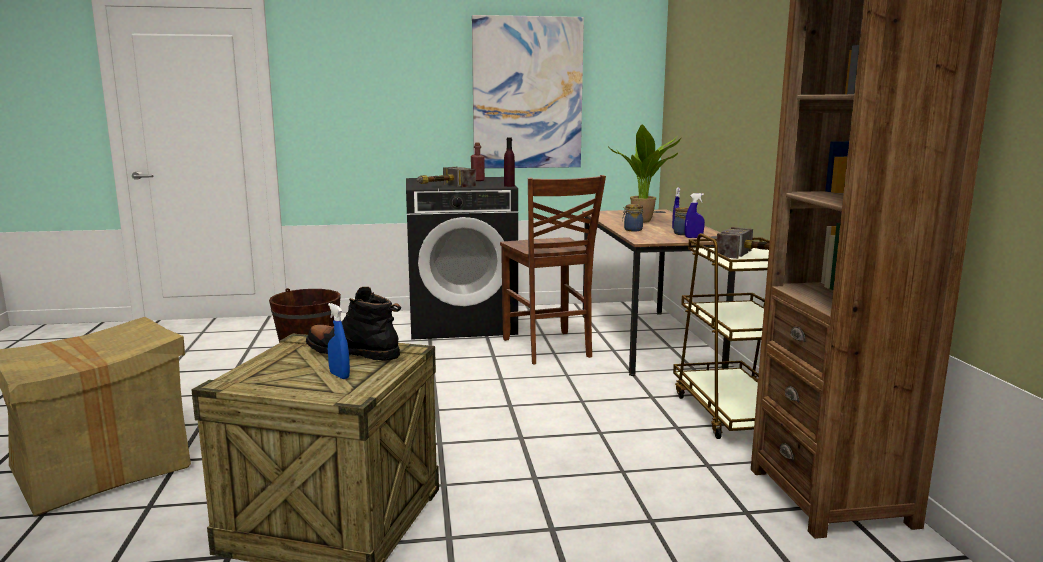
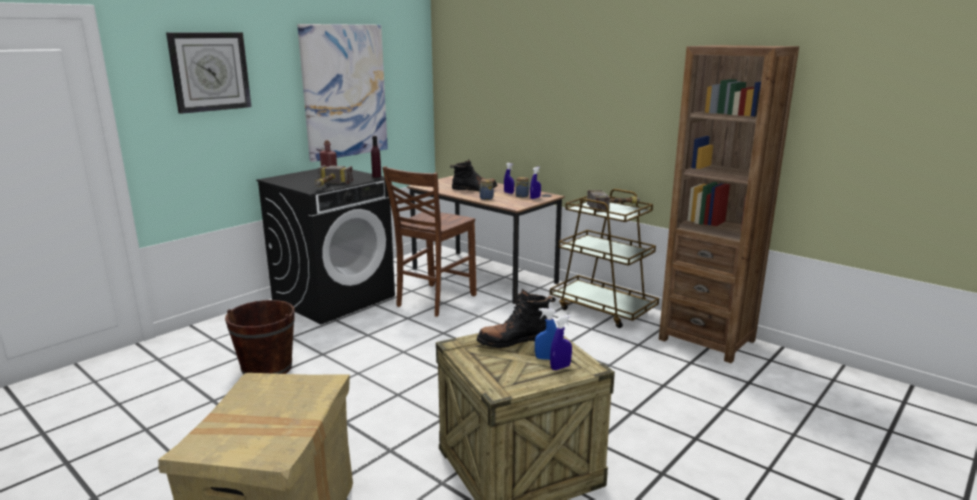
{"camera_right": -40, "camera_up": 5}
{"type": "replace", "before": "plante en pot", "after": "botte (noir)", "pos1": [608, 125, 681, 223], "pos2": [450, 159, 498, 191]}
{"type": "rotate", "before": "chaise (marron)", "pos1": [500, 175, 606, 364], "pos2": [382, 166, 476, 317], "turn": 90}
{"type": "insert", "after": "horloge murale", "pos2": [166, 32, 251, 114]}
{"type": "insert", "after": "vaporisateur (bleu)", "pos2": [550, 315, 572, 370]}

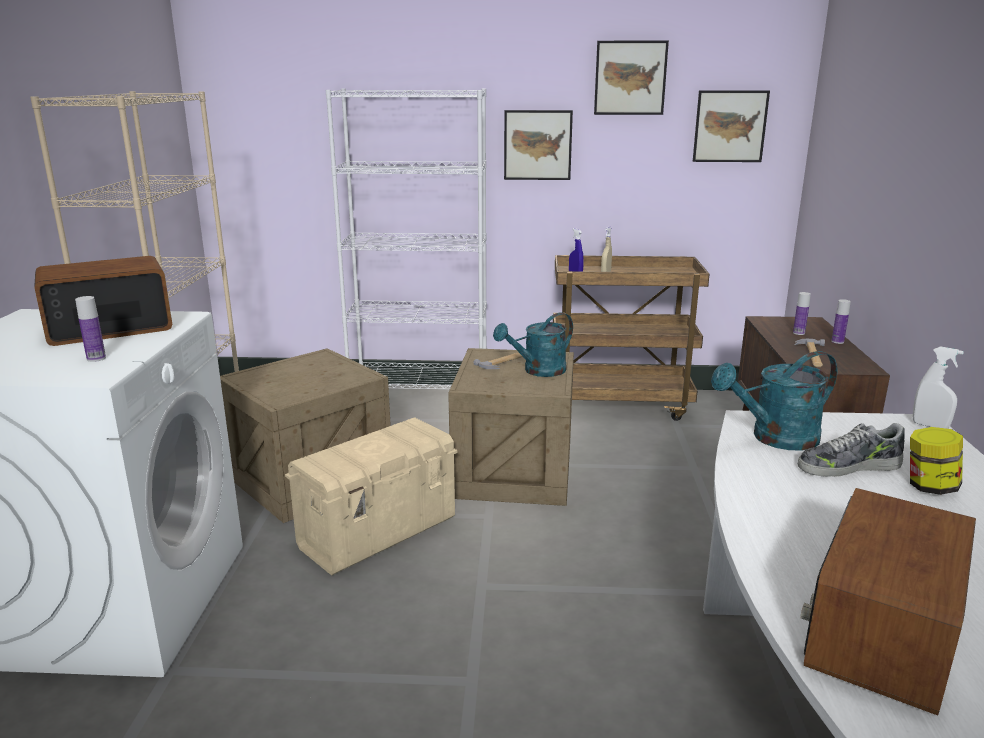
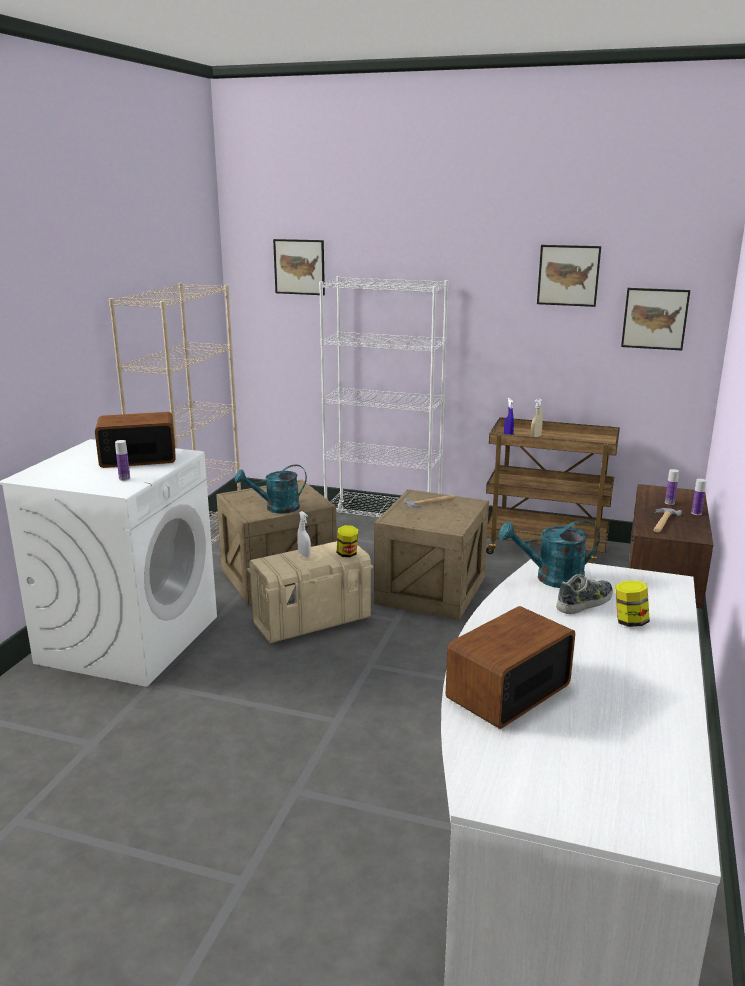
{"camera_right": 15, "camera_up": 0}
{"type": "move", "before": "tableau", "pos1": [504, 110, 573, 180], "pos2": [273, 239, 325, 295]}
{"type": "move", "before": "arrosoir (turquoise)", "pos1": [493, 312, 573, 377], "pos2": [235, 464, 307, 514]}
{"type": "move", "before": "vaporisateur (blanc)", "pos1": [913, 346, 964, 429], "pos2": [297, 511, 311, 558]}
{"type": "rotate", "before": "chaussure", "pos1": [798, 423, 905, 477], "pos2": [556, 574, 613, 614], "turn": 135}
{"type": "insert", "after": "bocal", "pos2": [337, 525, 358, 557]}

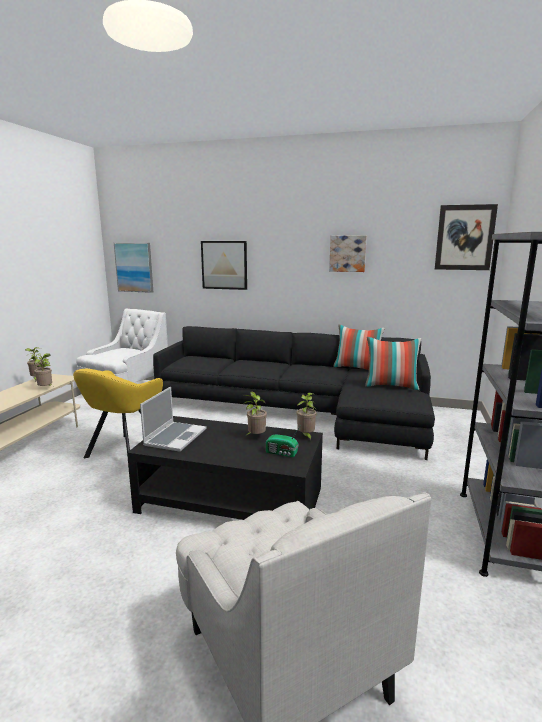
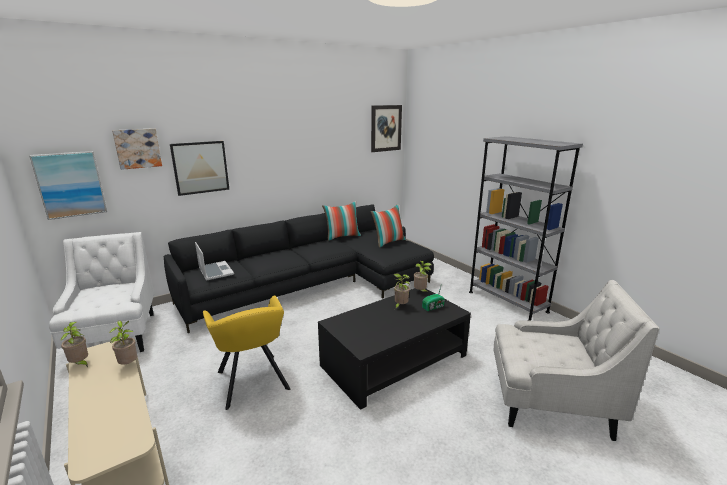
{"camera_right": -50, "camera_up": 5}
{"type": "move", "before": "tableau", "pos1": [329, 236, 367, 272], "pos2": [112, 128, 162, 170]}
{"type": "move", "before": "ordinateur portable", "pos1": [140, 386, 206, 452], "pos2": [195, 242, 234, 280]}

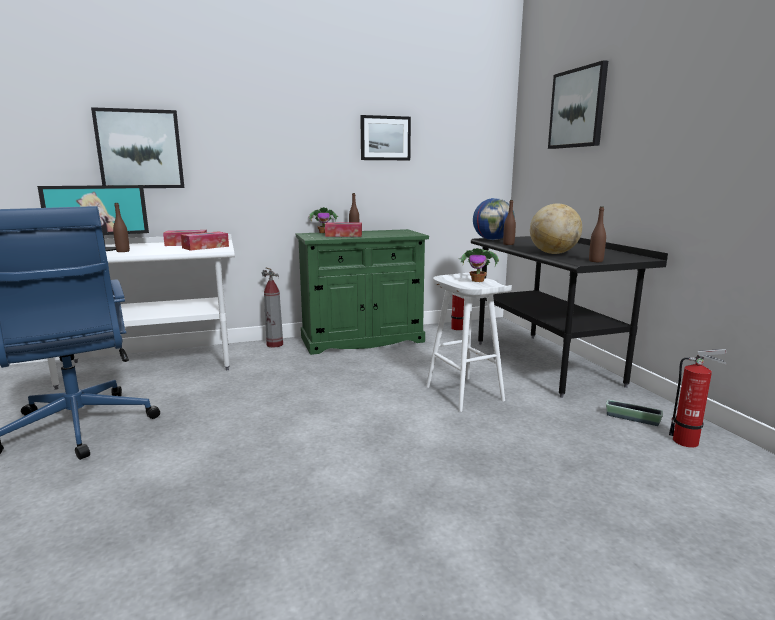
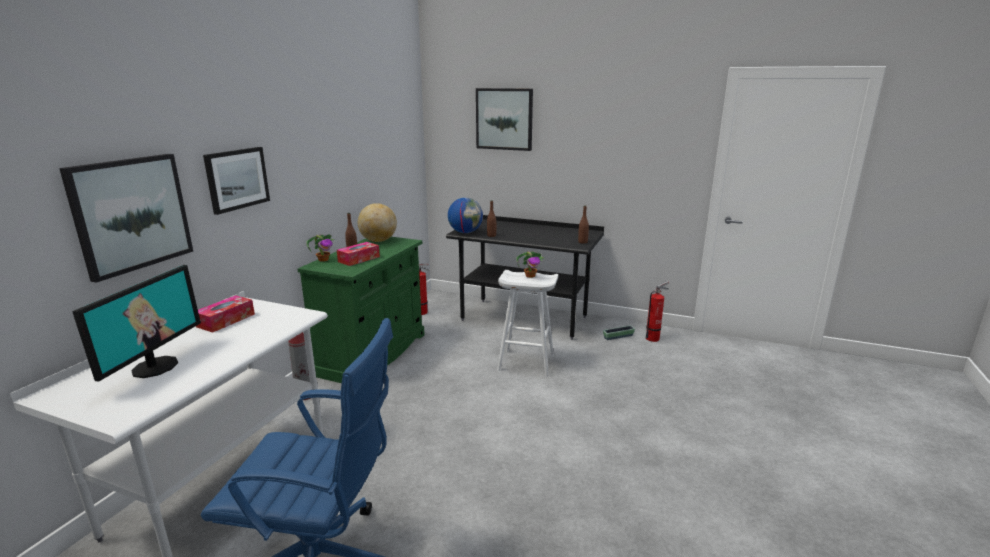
{"camera_right": -50, "camera_up": 5}
{"type": "move", "before": "tableau", "pos1": [360, 115, 411, 160], "pos2": [203, 147, 270, 215]}
{"type": "delete", "before": "bouteille (marron)", "pos1": [113, 203, 130, 252]}
{"type": "move", "before": "globe", "pos1": [530, 203, 582, 254], "pos2": [358, 203, 397, 242]}
{"type": "delete", "before": "boîte à mouchoirs", "pos1": [181, 231, 229, 251]}

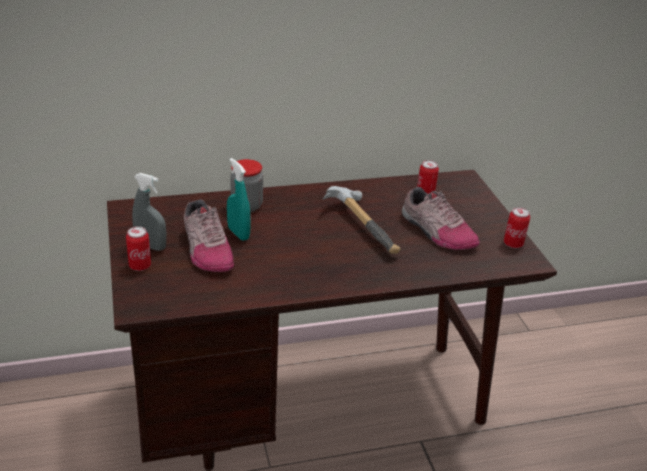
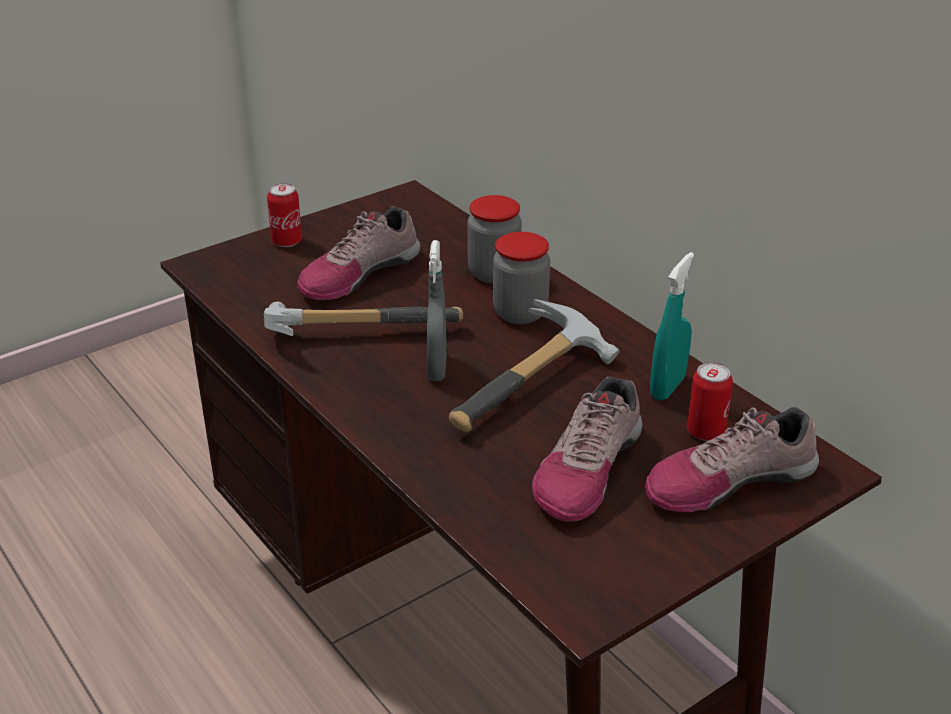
{"camera_right": 70, "camera_up": 0}
{"type": "move", "before": "vaporisateur (turquoise)", "pos1": [227, 158, 251, 241], "pos2": [650, 252, 694, 401]}
{"type": "move", "before": "vaporisateur (gris)", "pos1": [132, 173, 166, 251], "pos2": [427, 240, 447, 381]}
{"type": "delete", "before": "boîte métallique", "pos1": [504, 207, 530, 248]}
{"type": "insert", "after": "bocal", "pos2": [493, 232, 550, 324]}
{"type": "insert", "after": "marteau", "pos2": [264, 302, 463, 336]}
{"type": "insert", "after": "chaussure", "pos2": [645, 407, 819, 513]}

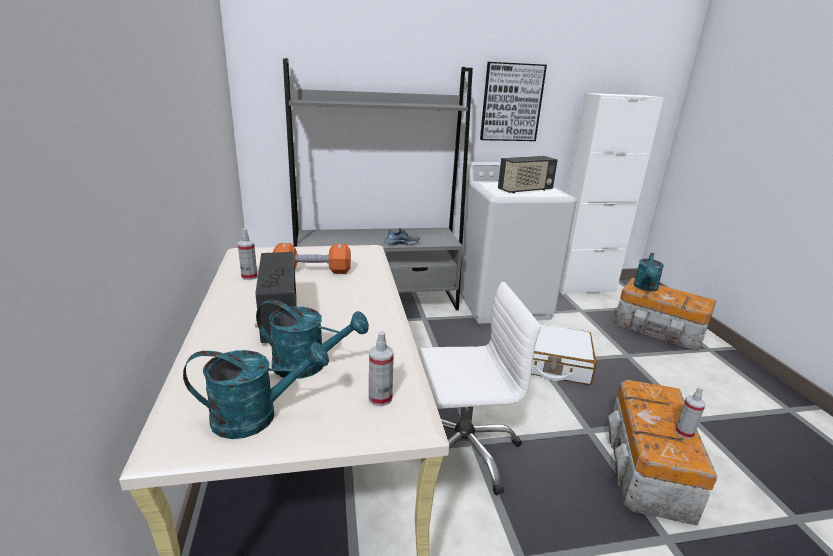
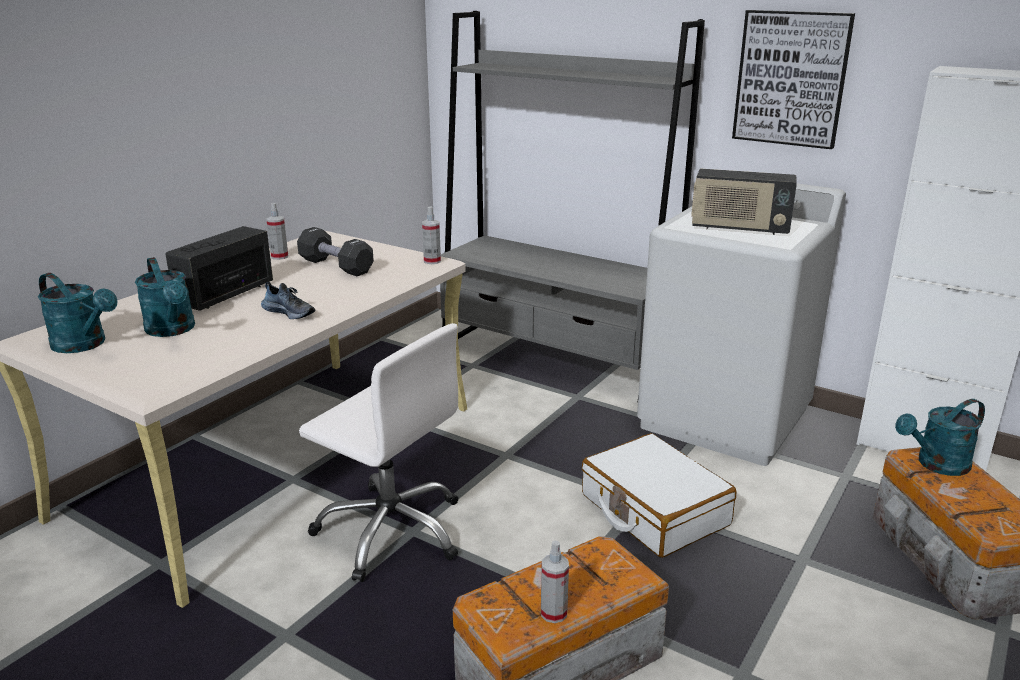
{"camera_right": 45, "camera_up": 0}
{"type": "move", "before": "chaussure", "pos1": [385, 228, 420, 245], "pos2": [261, 282, 315, 319]}
{"type": "recolor", "before": "haltère (orange)", "after": "haltère (noir)", "pos1": [273, 243, 351, 274], "pos2": [297, 227, 374, 276]}
{"type": "move", "before": "vaporisateur", "pos1": [369, 331, 394, 406], "pos2": [422, 206, 441, 264]}

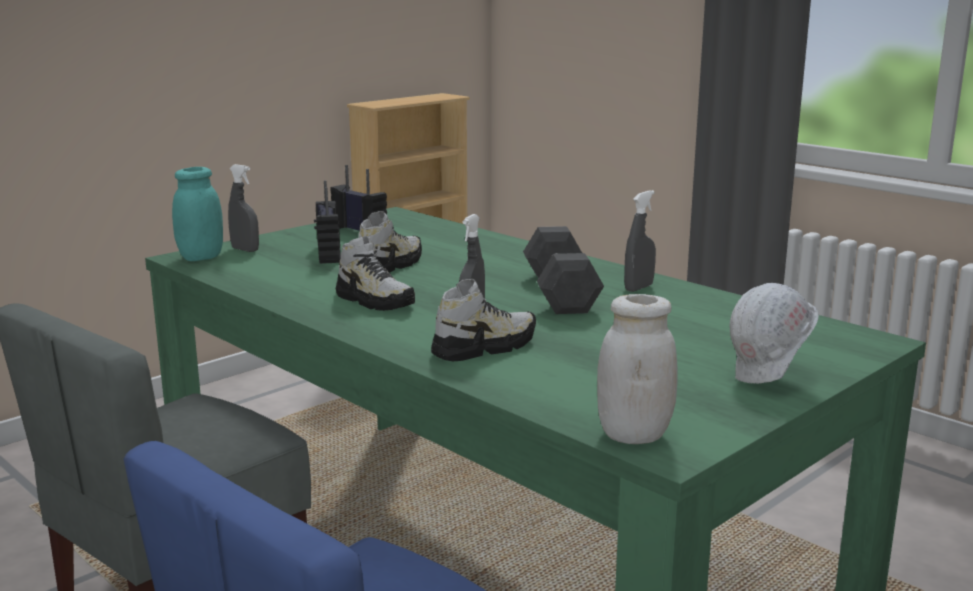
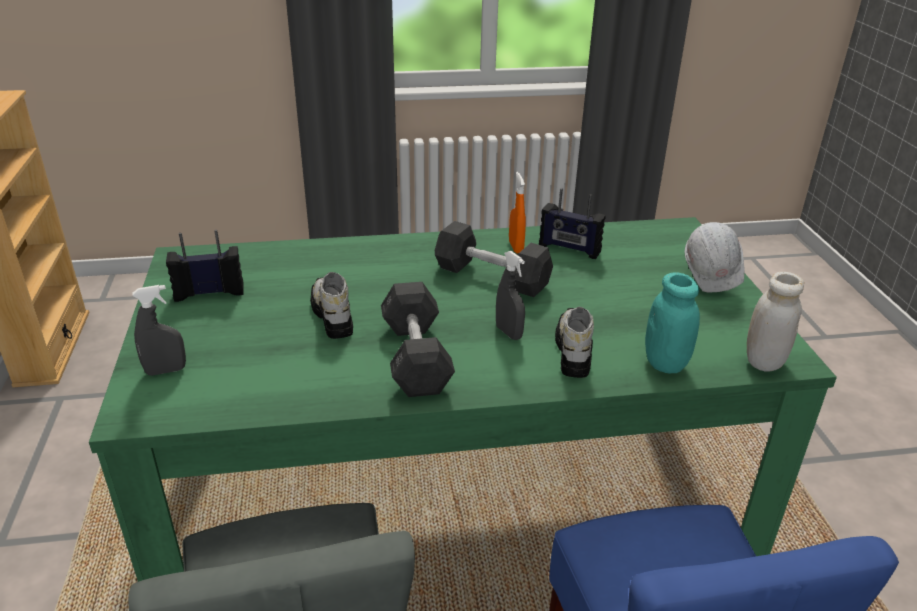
{"camera_right": -55, "camera_up": 15}
{"type": "move", "before": "bocal (turquoise)", "pos1": [172, 167, 223, 261], "pos2": [645, 272, 700, 373]}
{"type": "move", "before": "radio", "pos1": [314, 180, 341, 264], "pos2": [539, 188, 606, 259]}
{"type": "recolor", "before": "vaporisateur (gris)", "after": "vaporisateur (orange)", "pos1": [624, 190, 656, 292], "pos2": [509, 172, 526, 253]}
{"type": "replace", "before": "chaussure", "after": "haltère (gris)", "pos1": [336, 236, 415, 311], "pos2": [381, 282, 455, 397]}

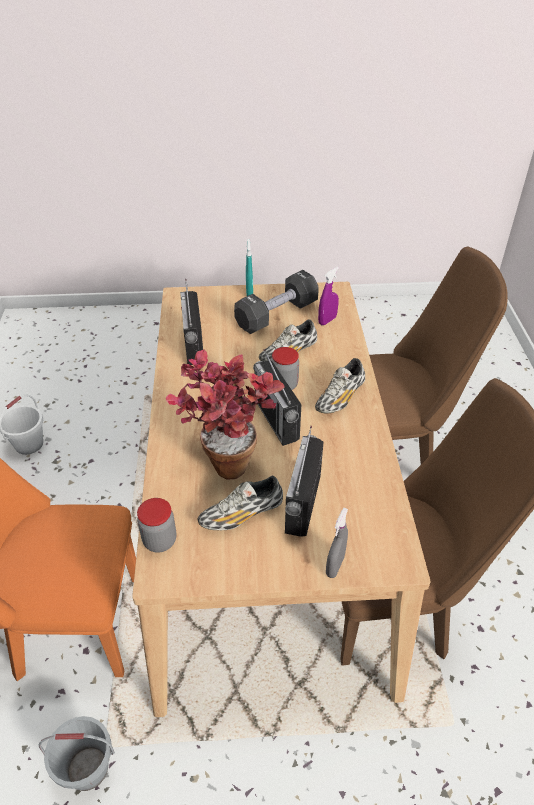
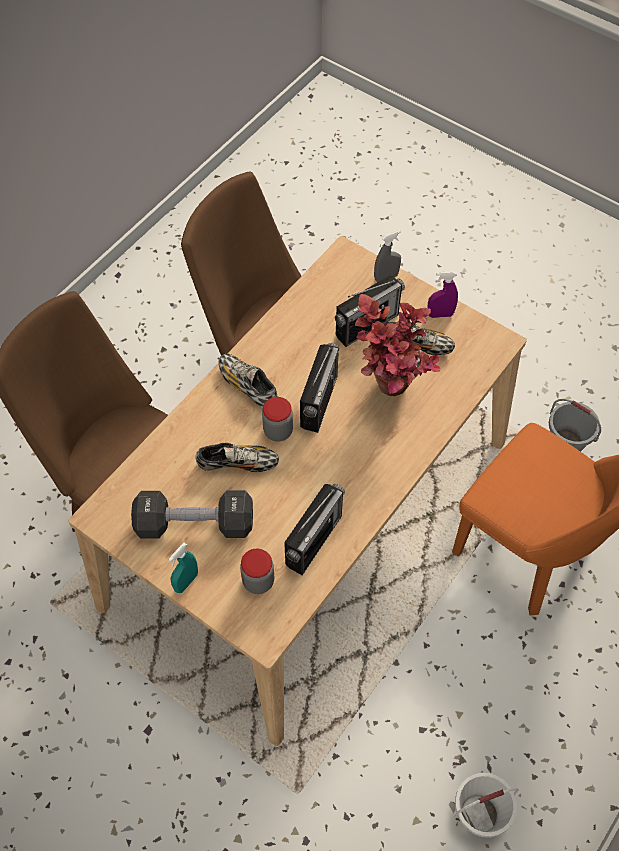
{"camera_right": -140, "camera_up": 15}
{"type": "move", "before": "vaporisateur (violet)", "pos1": [318, 267, 339, 325], "pos2": [427, 271, 458, 318]}
{"type": "rotate", "before": "chaussure", "pos1": [315, 358, 365, 413], "pos2": [219, 354, 278, 409], "turn": -120}
{"type": "move", "before": "bocal", "pos1": [137, 498, 177, 552], "pos2": [240, 549, 275, 594]}

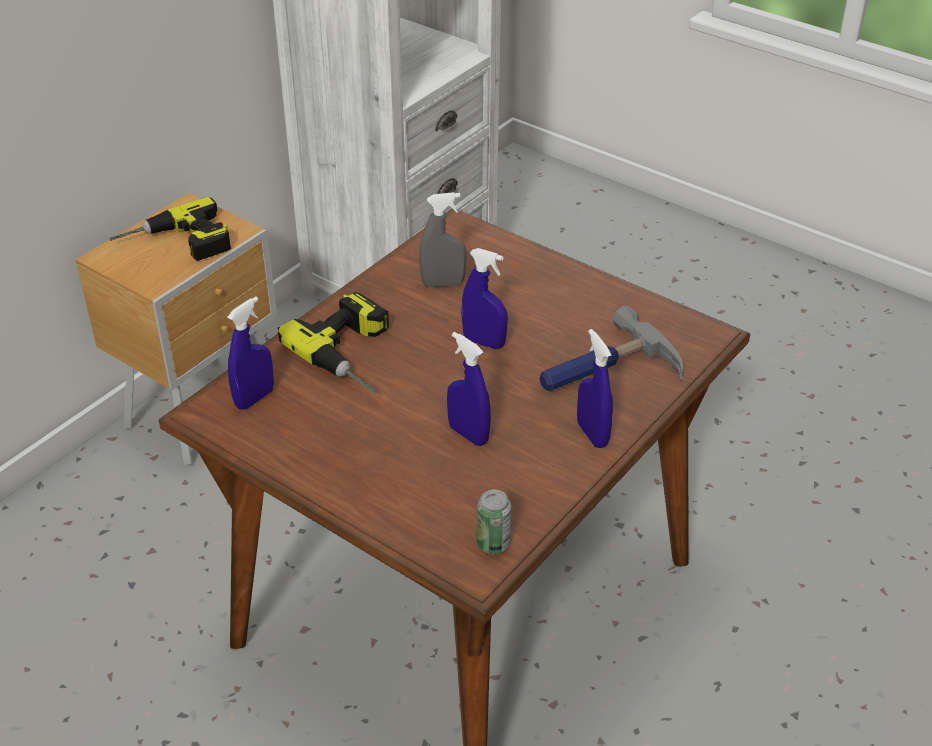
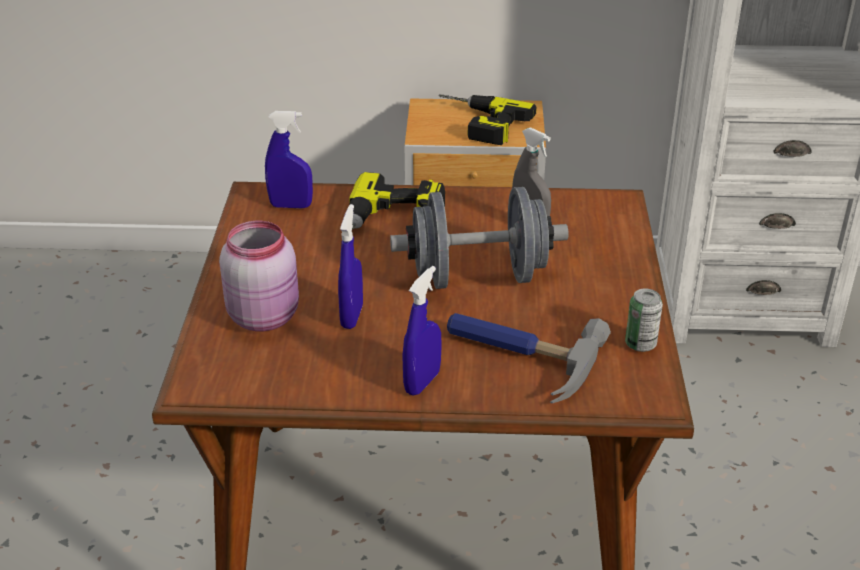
{"camera_right": 55, "camera_up": -5}
{"type": "replace", "before": "vaporisateur (bleu)", "after": "haltère (gris)", "pos1": [461, 248, 508, 349], "pos2": [390, 187, 569, 289]}
{"type": "move", "before": "boîte métallique", "pos1": [477, 490, 511, 554], "pos2": [625, 288, 663, 352]}
{"type": "insert", "after": "bocal (rose)", "pos2": [219, 221, 299, 331]}

